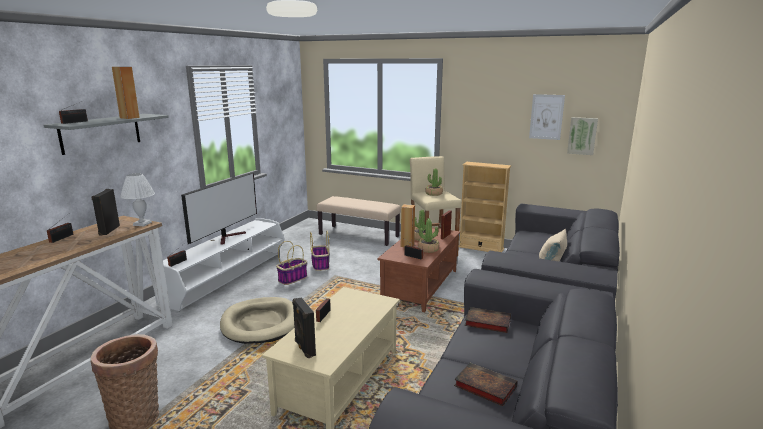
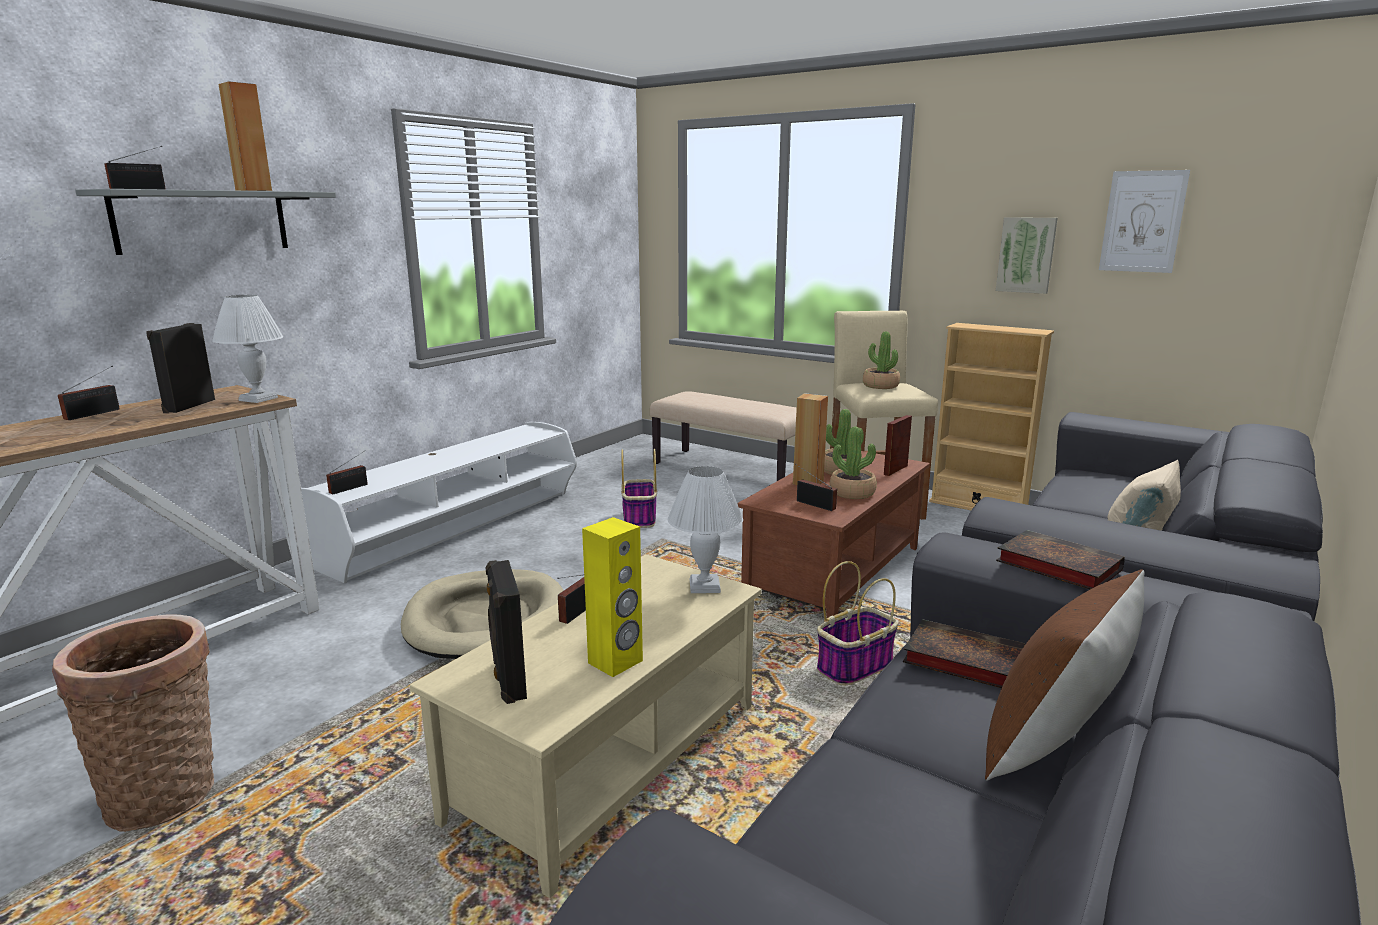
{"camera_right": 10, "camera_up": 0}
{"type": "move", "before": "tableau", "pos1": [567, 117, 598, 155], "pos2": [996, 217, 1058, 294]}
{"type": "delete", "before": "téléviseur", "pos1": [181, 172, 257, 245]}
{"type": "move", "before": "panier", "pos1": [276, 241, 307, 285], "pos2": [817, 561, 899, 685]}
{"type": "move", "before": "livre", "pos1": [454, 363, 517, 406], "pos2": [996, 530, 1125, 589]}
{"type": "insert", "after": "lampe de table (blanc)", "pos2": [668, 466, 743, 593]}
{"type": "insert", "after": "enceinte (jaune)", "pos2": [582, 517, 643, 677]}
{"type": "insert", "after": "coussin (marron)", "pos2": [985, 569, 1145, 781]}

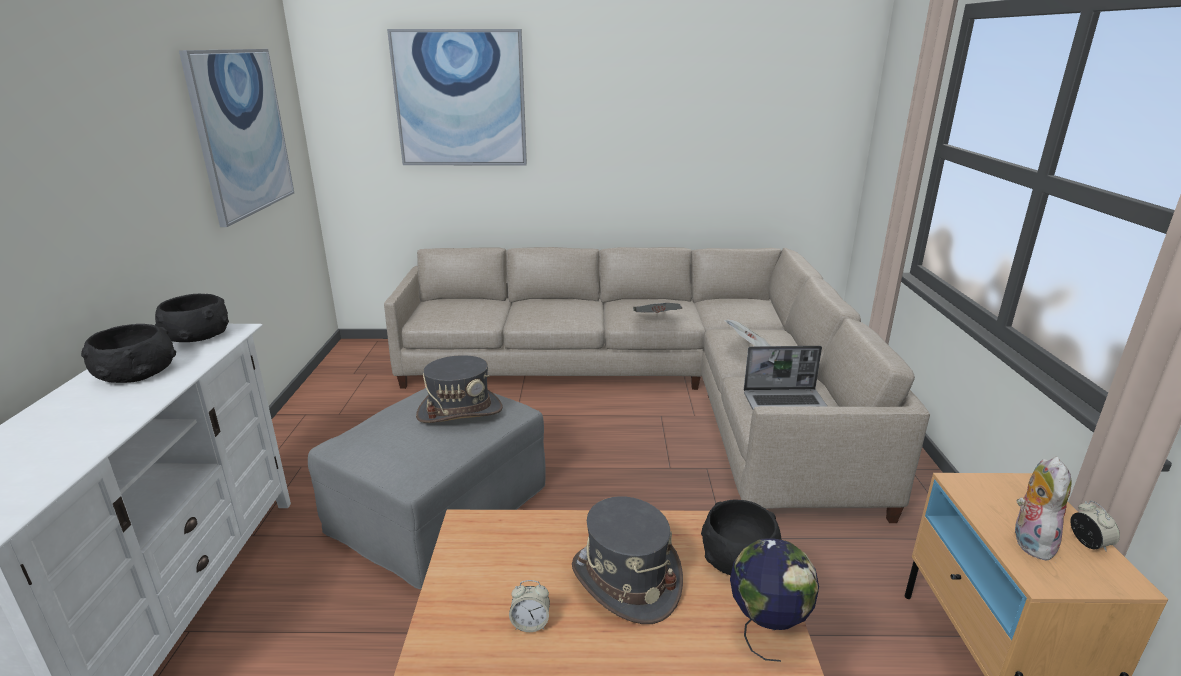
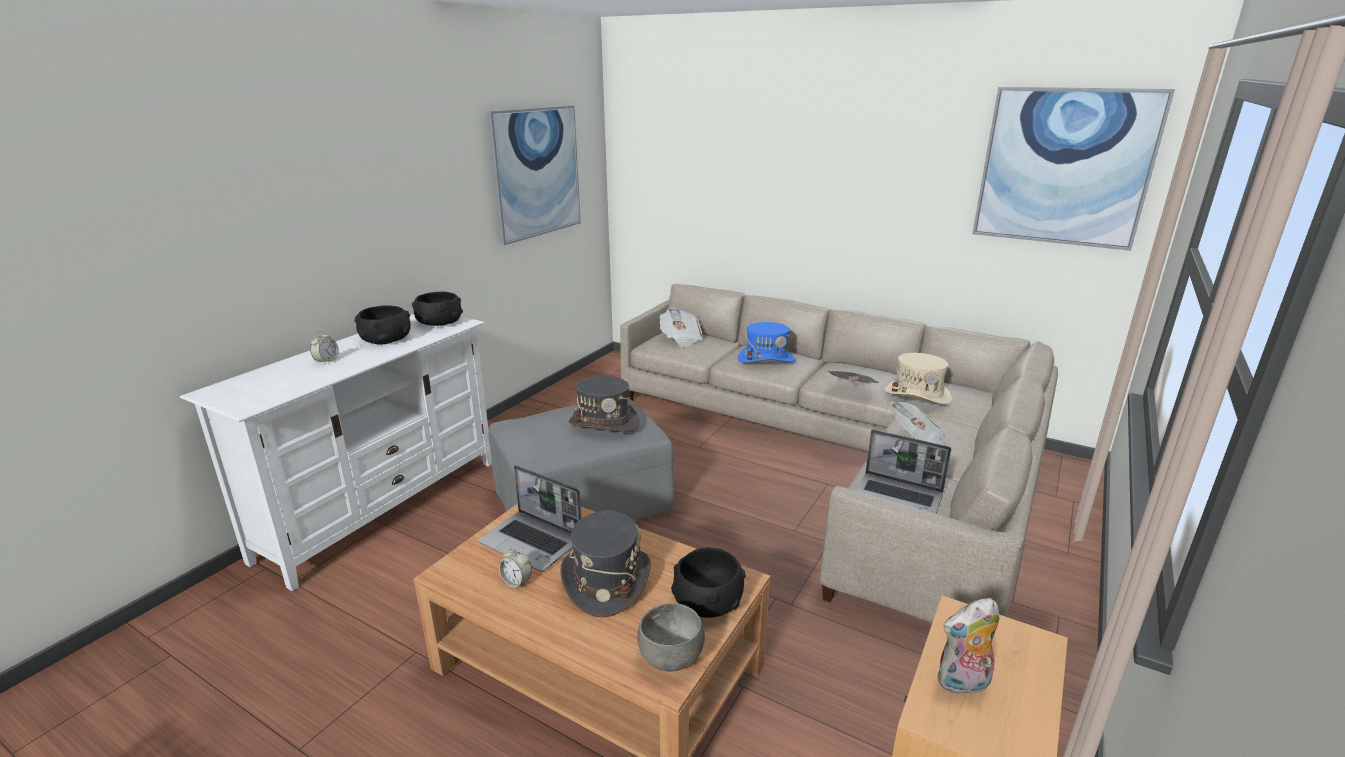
{"camera_right": 30, "camera_up": 0}
{"type": "move", "before": "tableau", "pos1": [387, 29, 527, 165], "pos2": [972, 87, 1175, 251]}
{"type": "rotate", "before": "peluche", "pos1": [1014, 457, 1072, 560], "pos2": [938, 598, 999, 697], "turn": -150}
{"type": "move", "before": "réveil", "pos1": [1070, 500, 1120, 552], "pos2": [310, 331, 339, 365]}
{"type": "replace", "before": "globe", "after": "bol (gris)", "pos1": [730, 538, 819, 662], "pos2": [637, 603, 705, 672]}
{"type": "insert", "after": "journal", "pos2": [660, 308, 703, 347]}
{"type": "insert", "after": "chapeau (bleu)", "pos2": [737, 322, 796, 363]}
{"type": "insert", "after": "chapeau (beige)", "pos2": [884, 353, 952, 404]}
{"type": "insert", "after": "ordinateur portable", "pos2": [478, 465, 582, 572]}

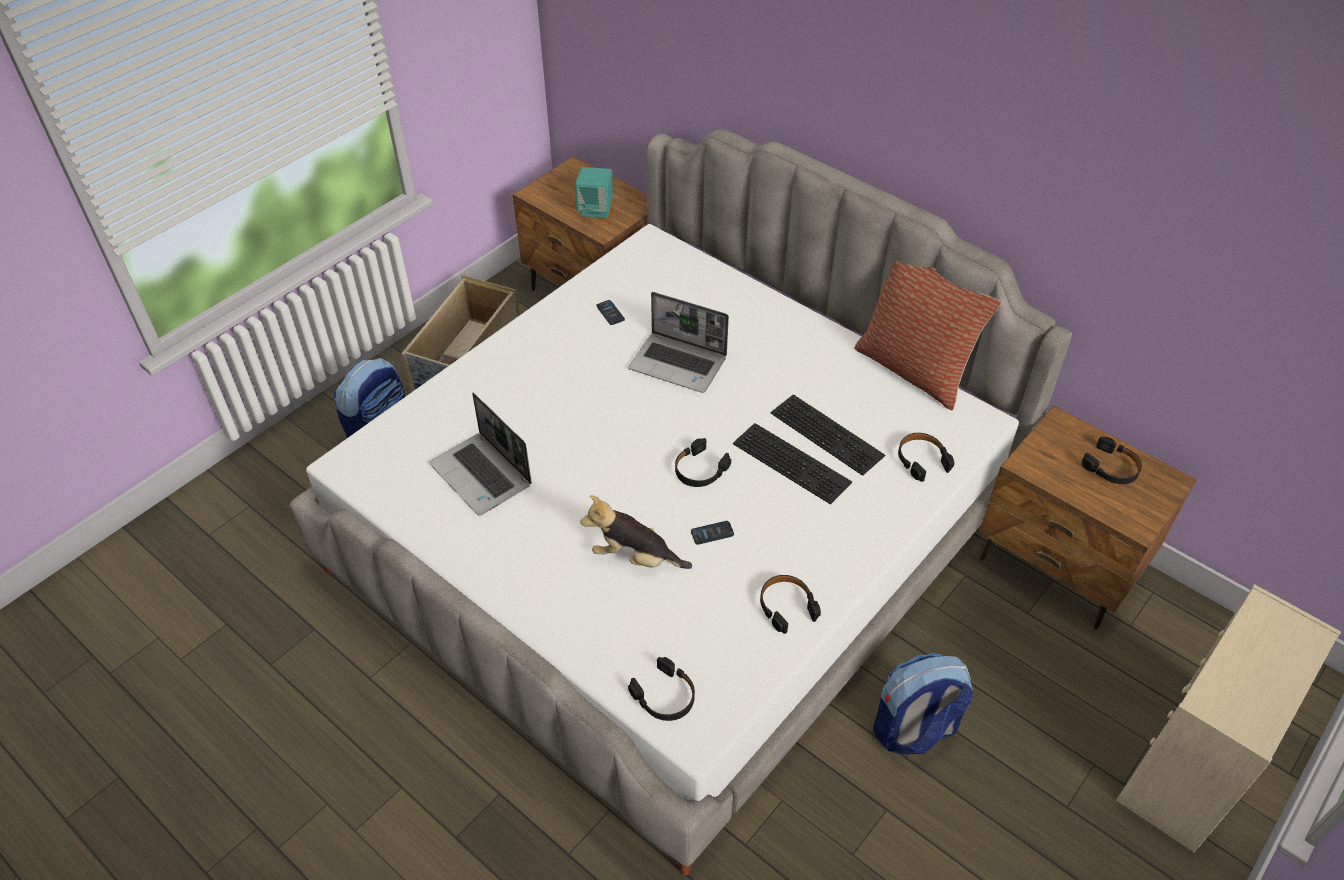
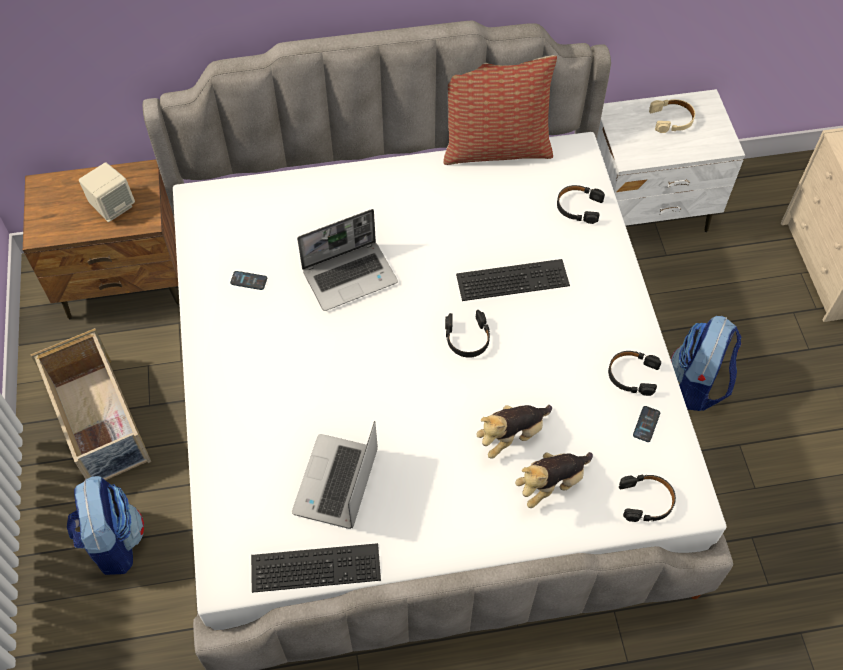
{"camera_right": -50, "camera_up": 10}
{"type": "recolor", "before": "enceinte (turquoise)", "after": "enceinte (beige)", "pos1": [575, 167, 613, 218], "pos2": [79, 163, 135, 222]}
{"type": "rotate", "before": "ordinateur portable", "pos1": [429, 393, 532, 516], "pos2": [292, 421, 378, 529], "turn": 105}
{"type": "move", "before": "clavier", "pos1": [771, 394, 885, 476], "pos2": [251, 543, 381, 593]}
{"type": "recolor", "before": "table de chevet (marron)", "after": "table de chevet (blanc)", "pos1": [979, 405, 1197, 629], "pos2": [597, 89, 745, 232]}
{"type": "recolor", "before": "casque audio (noir)", "after": "casque audio (beige)", "pos1": [1082, 437, 1142, 484], "pos2": [649, 99, 695, 133]}
{"type": "move", "before": "téléphone", "pos1": [691, 521, 734, 545], "pos2": [633, 406, 660, 442]}
{"type": "insert", "after": "peluche", "pos2": [515, 452, 593, 508]}

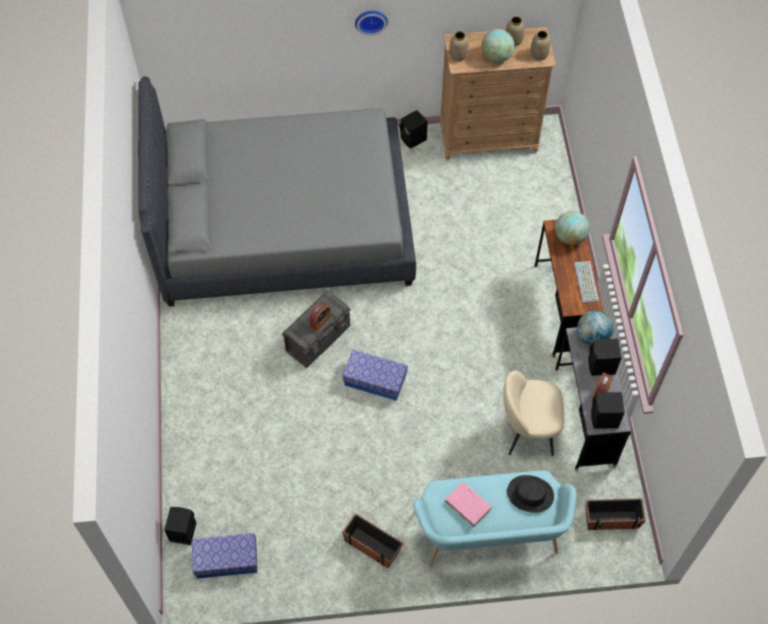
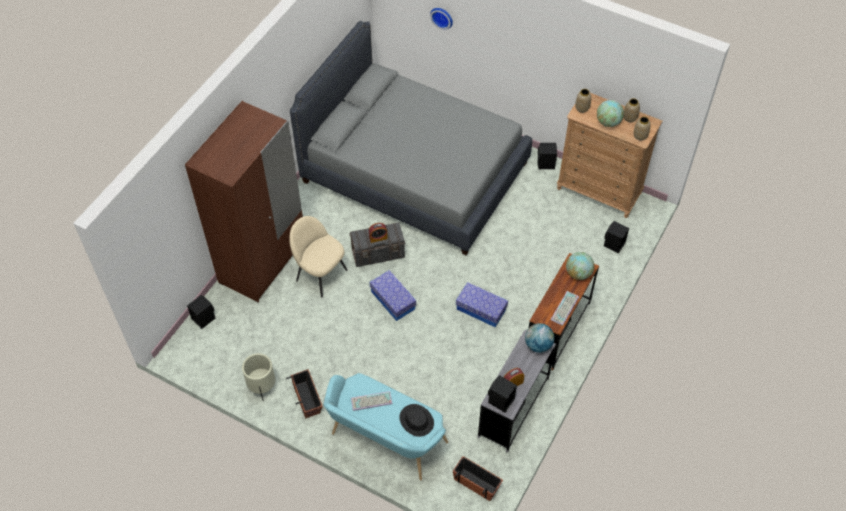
{"camera_right": 35, "camera_up": -5}
{"type": "move", "before": "horloge murale", "pos1": [355, 11, 388, 36], "pos2": [430, 8, 453, 29]}
{"type": "move", "before": "enceinte (noir)", "pos1": [589, 339, 621, 376], "pos2": [604, 221, 629, 253]}
{"type": "move", "before": "chaise (beige)", "pos1": [503, 371, 564, 456], "pos2": [289, 216, 348, 298]}
{"type": "replace", "before": "livre (rose)", "after": "clavier", "pos1": [445, 482, 492, 527], "pos2": [351, 391, 393, 411]}
{"type": "move", "before": "boîte de rangement", "pos1": [192, 533, 258, 579], "pos2": [456, 282, 508, 327]}
{"type": "insert", "after": "armoire (marron)", "pos2": [185, 101, 303, 303]}
{"type": "insert", "after": "cache-pot (beige)", "pos2": [242, 353, 276, 401]}

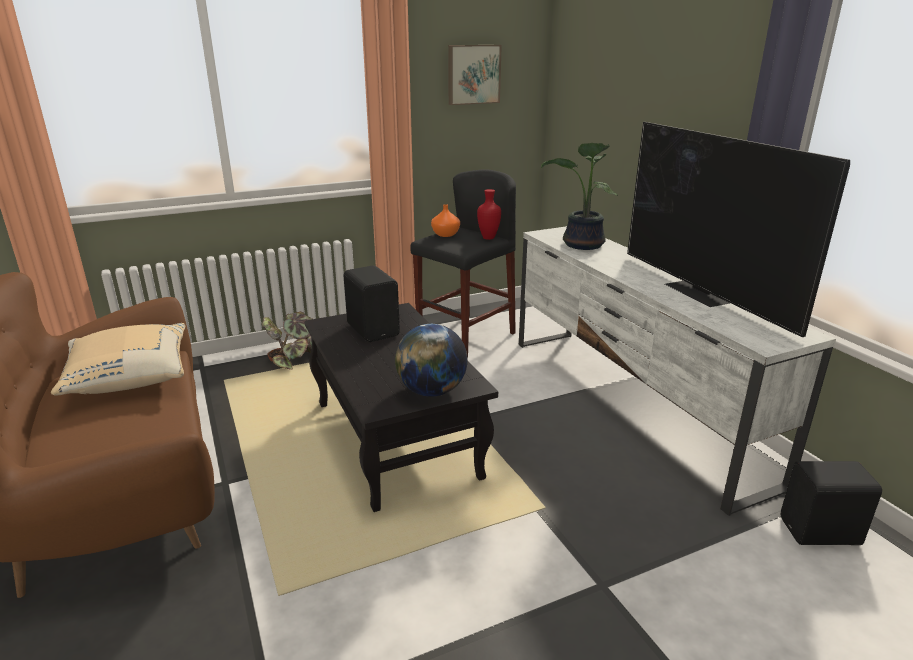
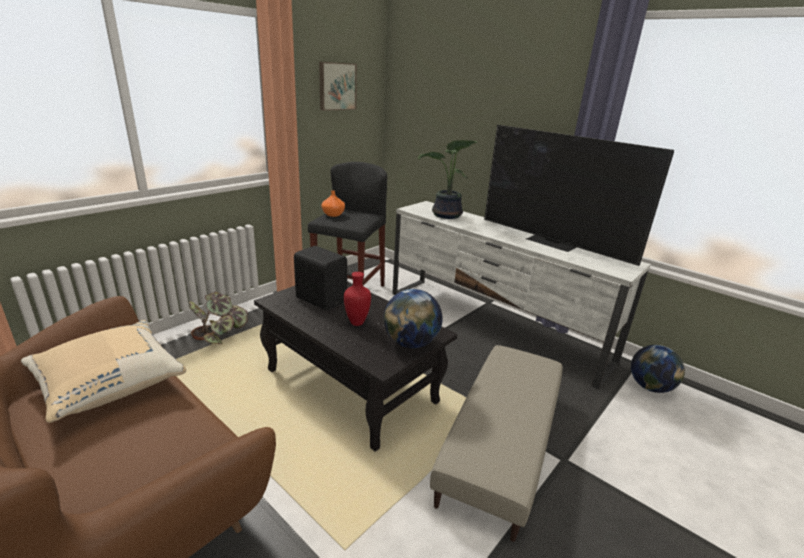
{"camera_right": -25, "camera_up": 0}
{"type": "move", "before": "vase (rouge)", "pos1": [477, 189, 501, 240], "pos2": [344, 272, 371, 326]}
{"type": "replace", "before": "enceinte (noir)", "after": "globe", "pos1": [781, 461, 882, 545], "pos2": [631, 345, 685, 393]}
{"type": "insert", "after": "pouf (beige)", "pos2": [430, 345, 563, 542]}

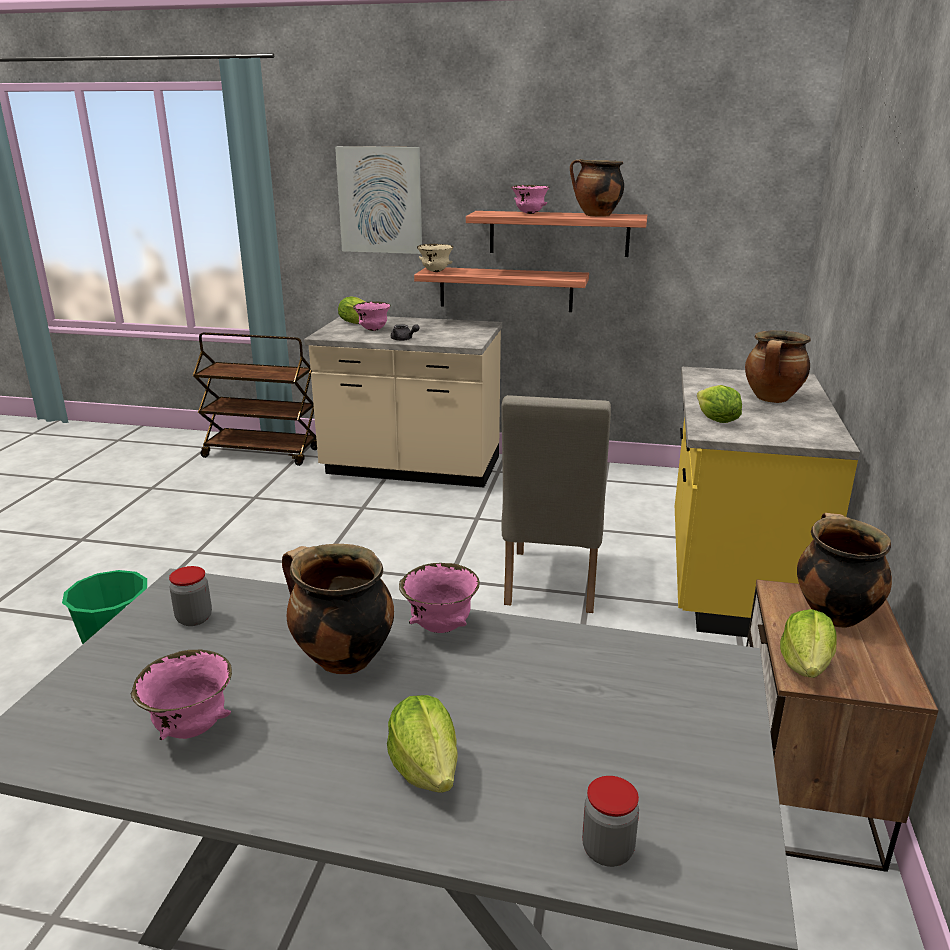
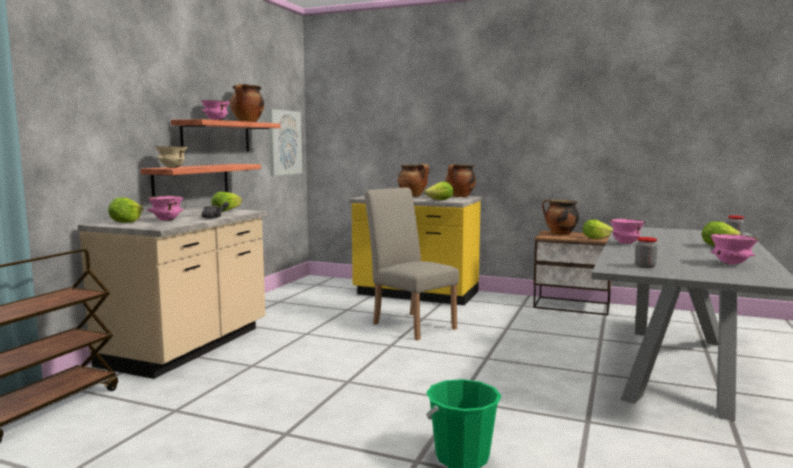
{"camera_right": -80, "camera_up": -15}
{"type": "move", "before": "tableau", "pos1": [335, 146, 422, 254], "pos2": [269, 109, 302, 176]}
{"type": "rotate", "before": "chaise (beige)", "pos1": [501, 395, 611, 613], "pos2": [364, 187, 459, 340], "turn": -150}
{"type": "move", "before": "marmite", "pos1": [282, 544, 394, 674], "pos2": [446, 164, 476, 197]}
{"type": "insert", "after": "laitue", "pos2": [211, 192, 242, 212]}

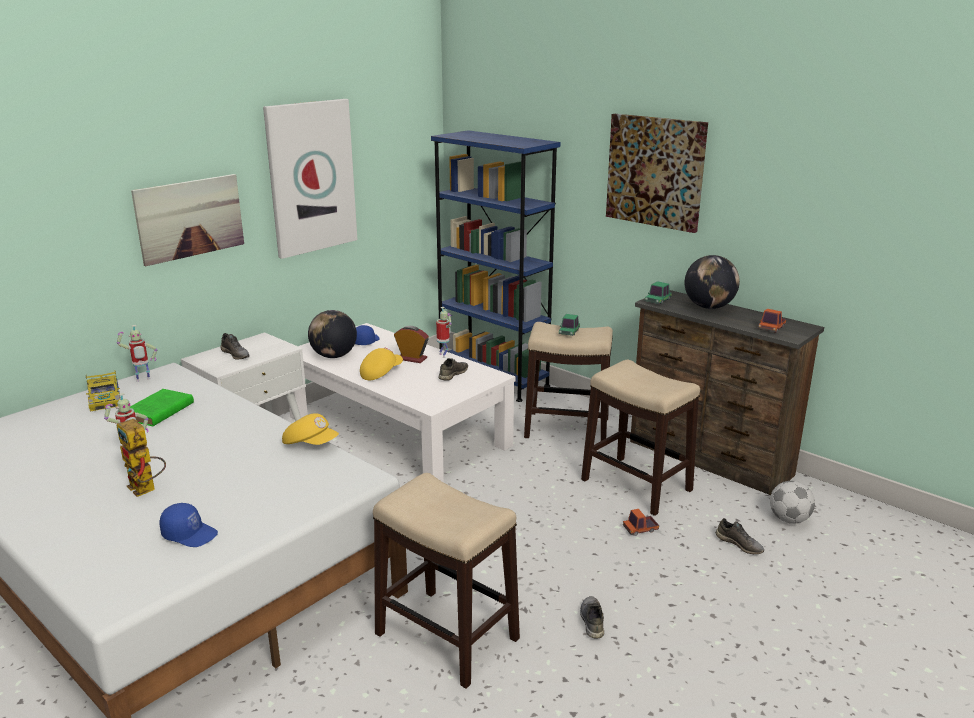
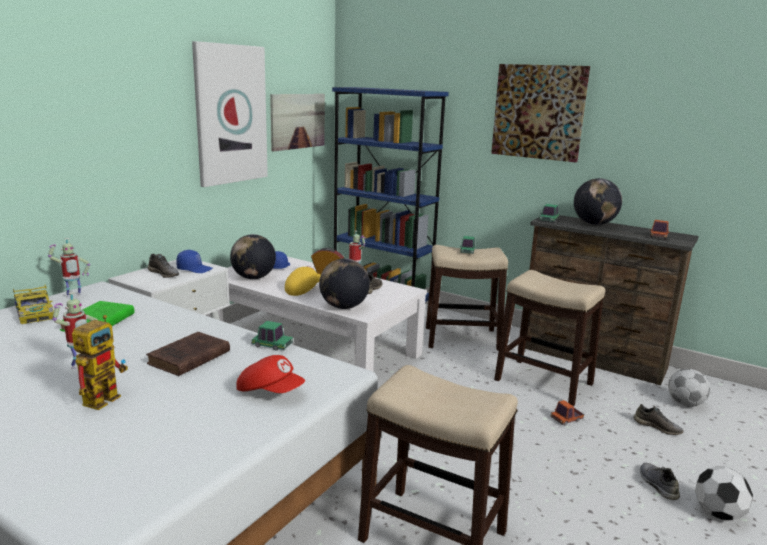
{"camera_right": -10, "camera_up": -5}
{"type": "move", "before": "tableau", "pos1": [131, 174, 244, 266], "pos2": [270, 94, 325, 151]}
{"type": "replace", "before": "casquette (jaune)", "after": "petite voiture", "pos1": [282, 413, 339, 445], "pos2": [251, 321, 293, 351]}
{"type": "rotate", "before": "robot jouet", "pos1": [117, 419, 166, 497], "pos2": [72, 315, 128, 410], "turn": -105}
{"type": "move", "before": "casquette (bleu)", "pos1": [159, 503, 218, 547], "pos2": [176, 250, 213, 273]}
{"type": "move", "before": "chaussure (gris)", "pos1": [580, 596, 604, 639], "pos2": [640, 463, 680, 500]}
{"type": "insert", "after": "globe", "pos2": [319, 258, 370, 309]}
{"type": "insert", "after": "livre (marron)", "pos2": [146, 332, 230, 376]}
{"type": "insert", "after": "casquette (rouge)", "pos2": [236, 355, 305, 393]}
{"type": "insert", "after": "ballon de foot", "pos2": [695, 467, 753, 520]}

